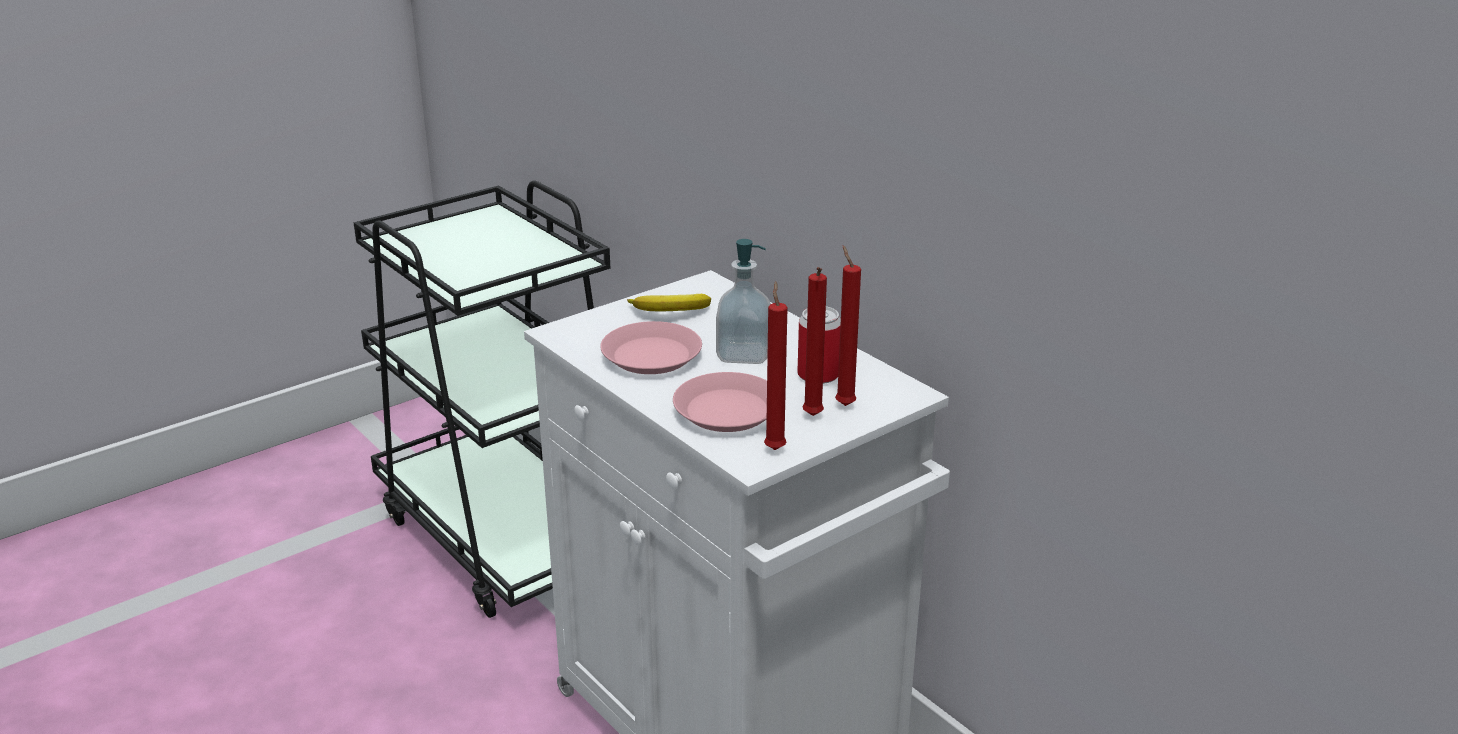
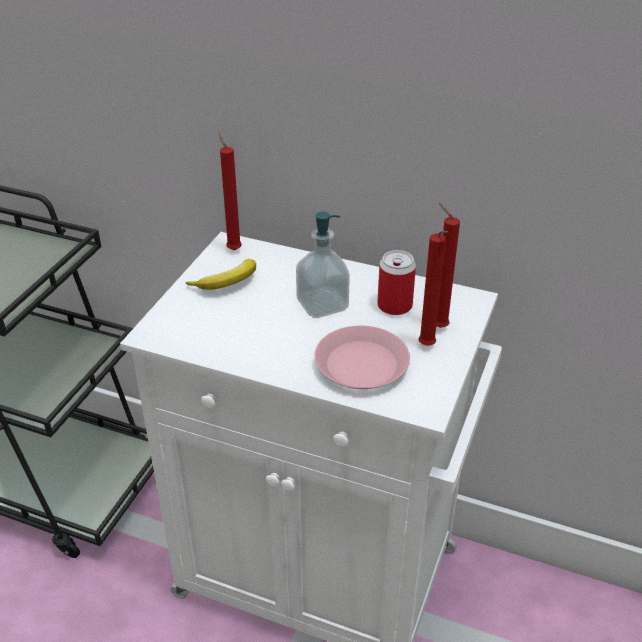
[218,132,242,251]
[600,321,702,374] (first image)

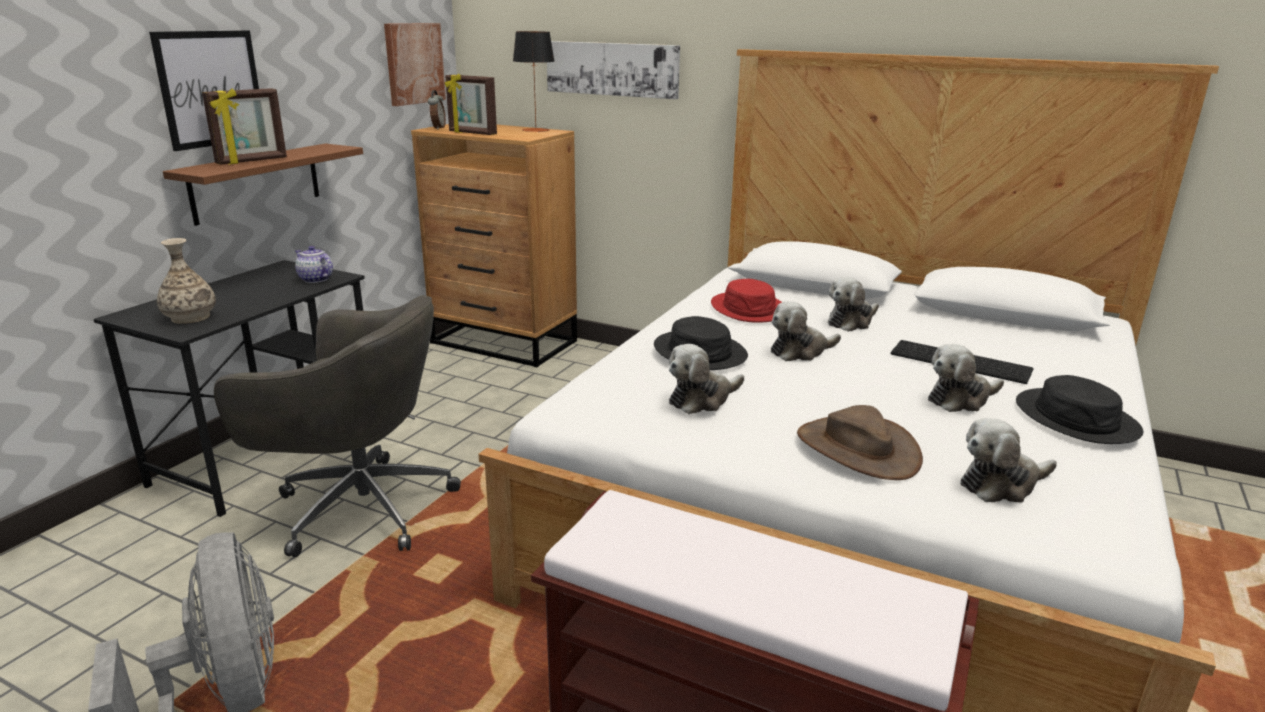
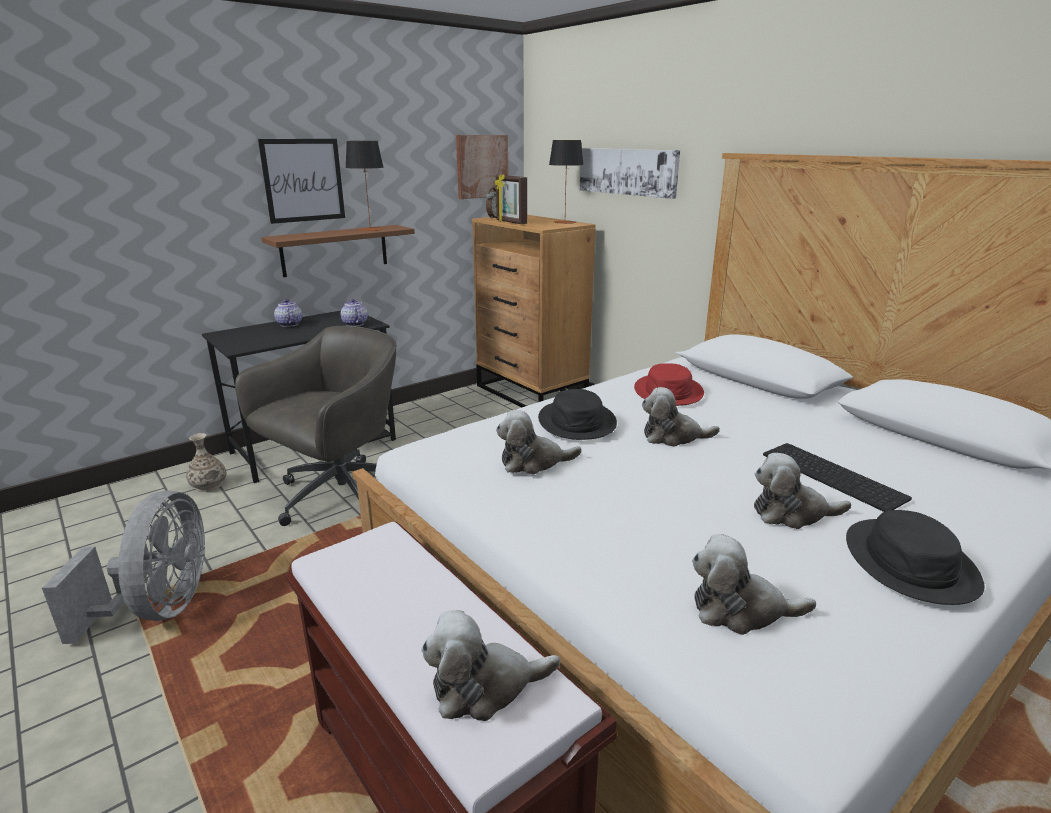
[186,433,226,492]
[235,326,396,526]
[274,299,302,327]
[345,141,384,231]
[421,610,560,721]
[202,88,287,165] (first image)
[797,405,923,480] (first image)

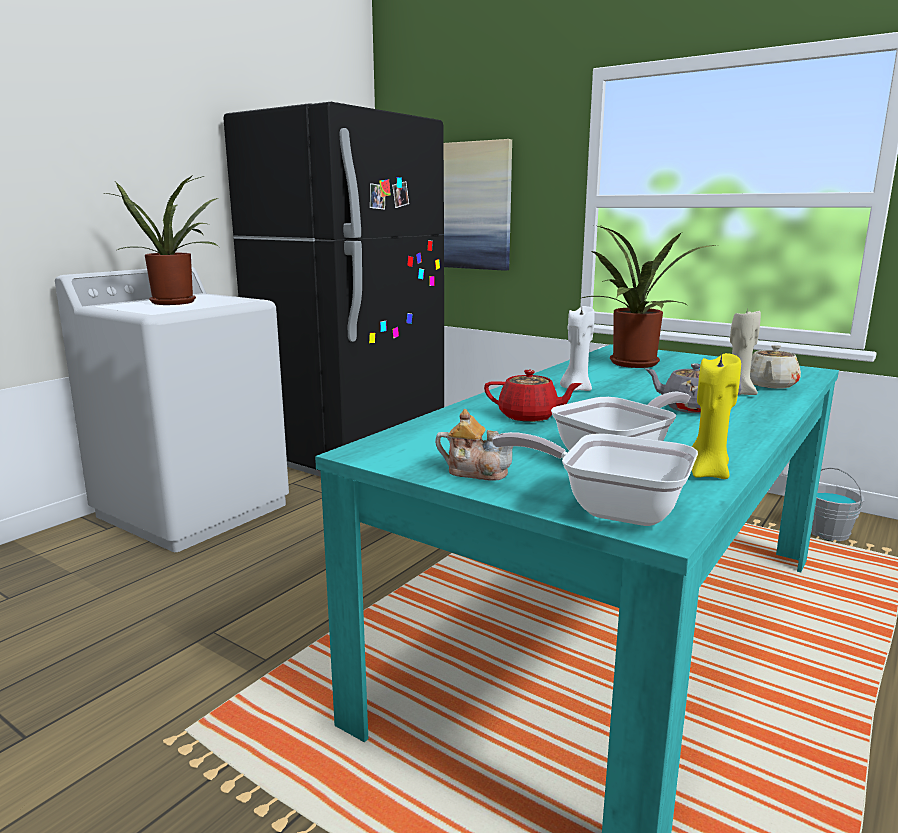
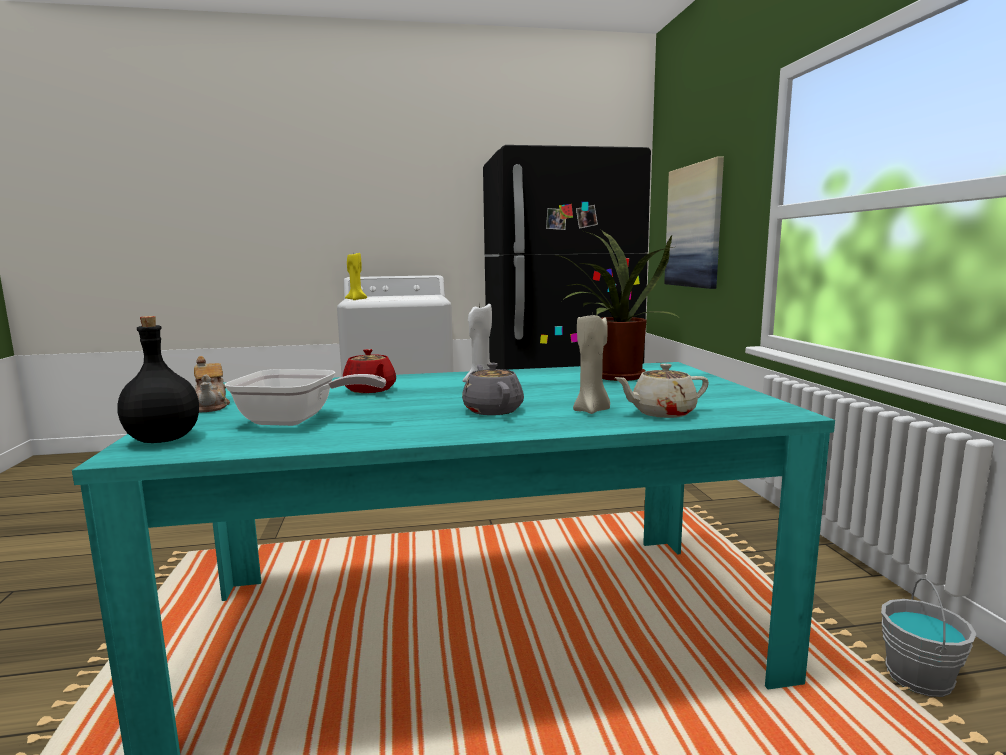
[117,316,199,443]
[345,253,367,300]
[105,175,219,305] (first image)

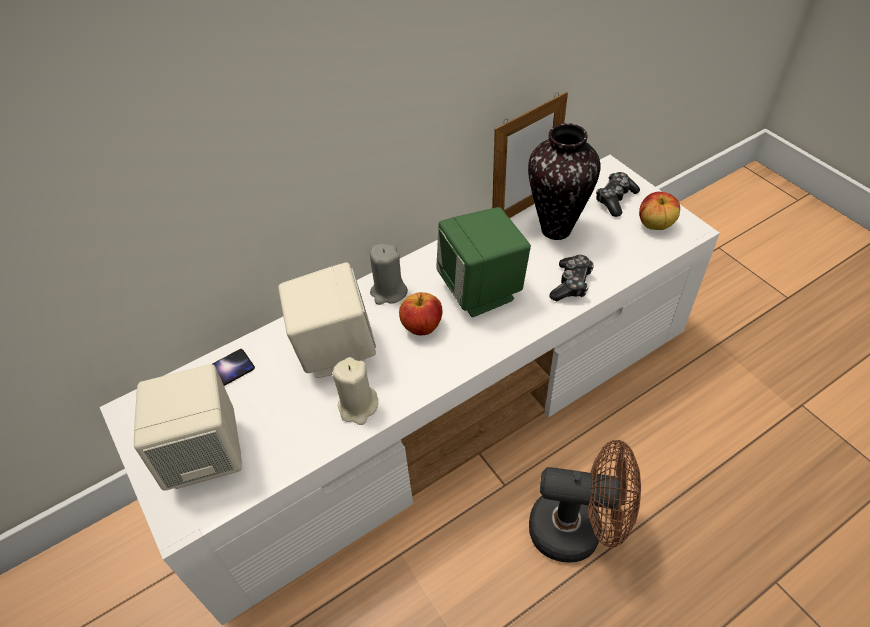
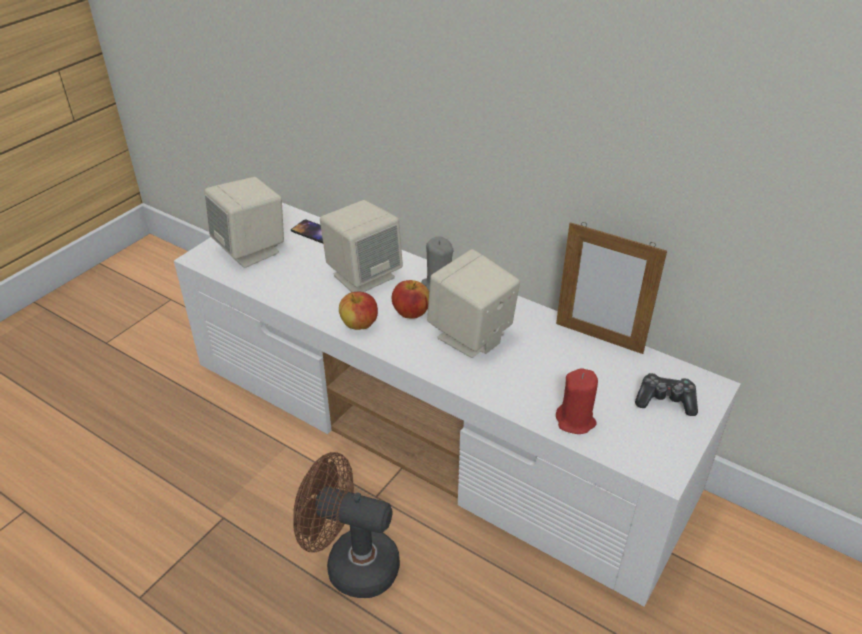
[293,452,400,598]
[339,292,378,330]
[427,249,520,358]
[556,369,598,434]
[333,357,378,425] (first image)
[528,123,600,240] (first image)
[550,255,594,301] (first image)

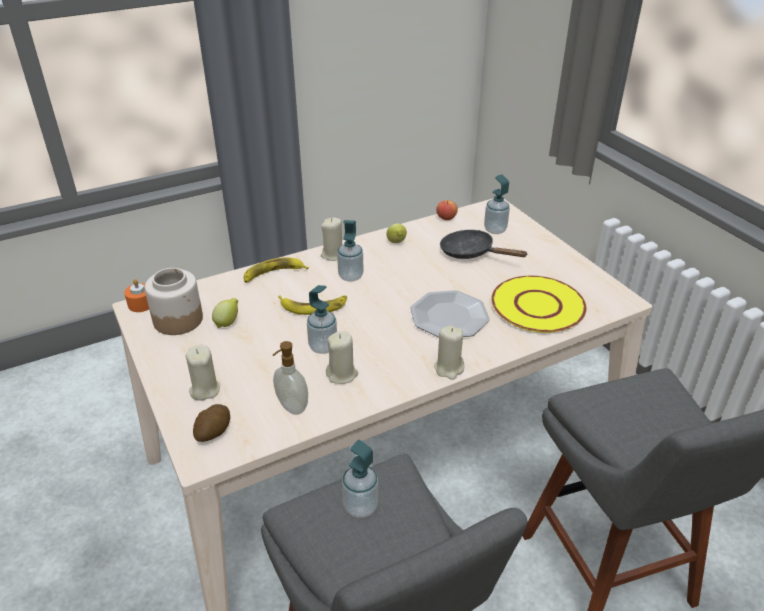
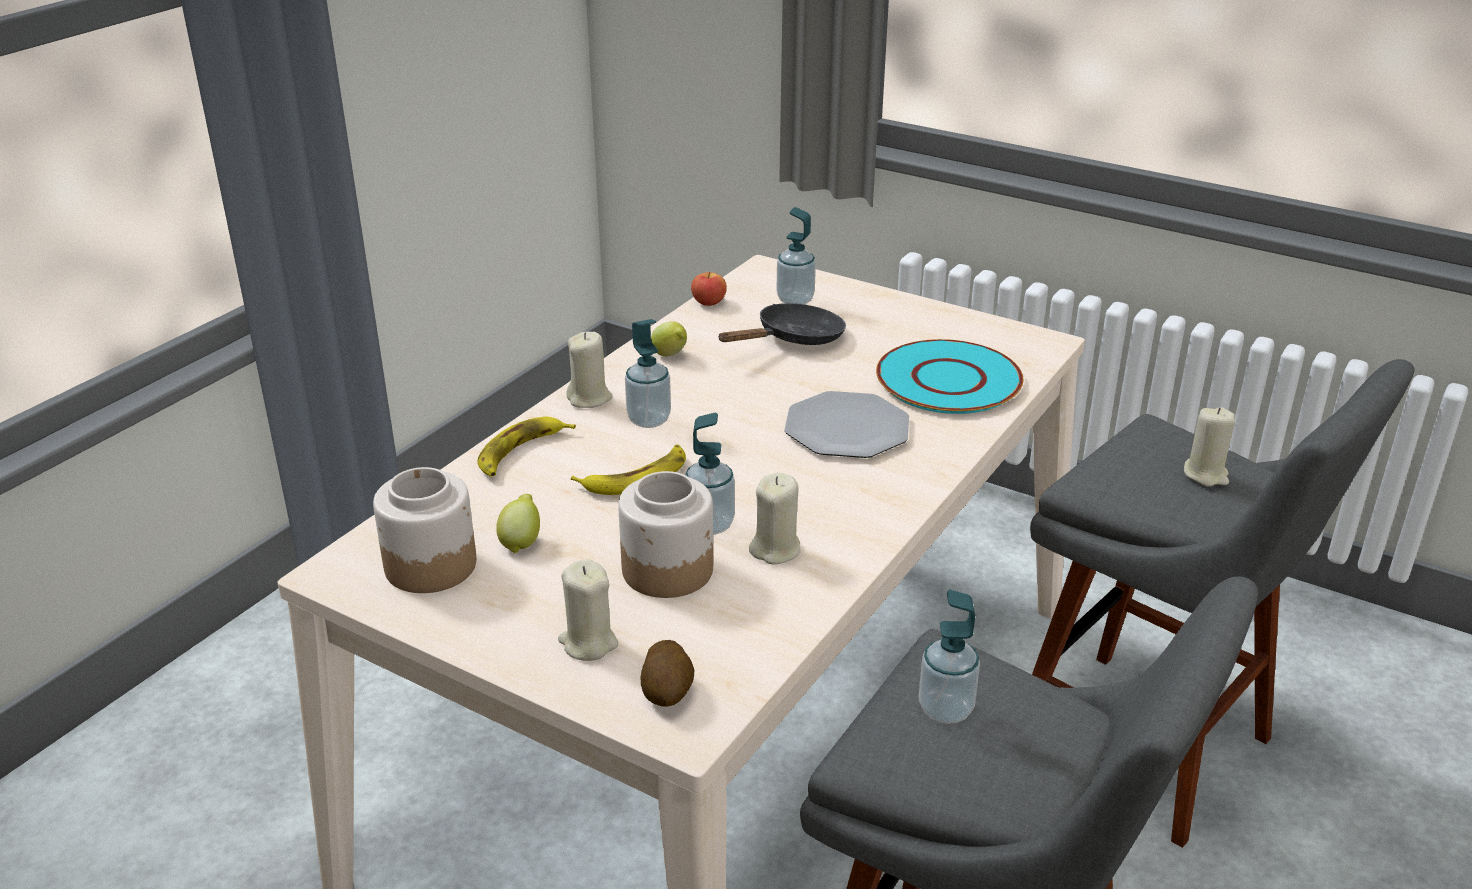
[618,471,713,598]
[718,303,846,345]
[876,339,1023,414]
[1184,407,1236,487]
[124,279,149,312] (first image)
[273,341,308,415] (first image)

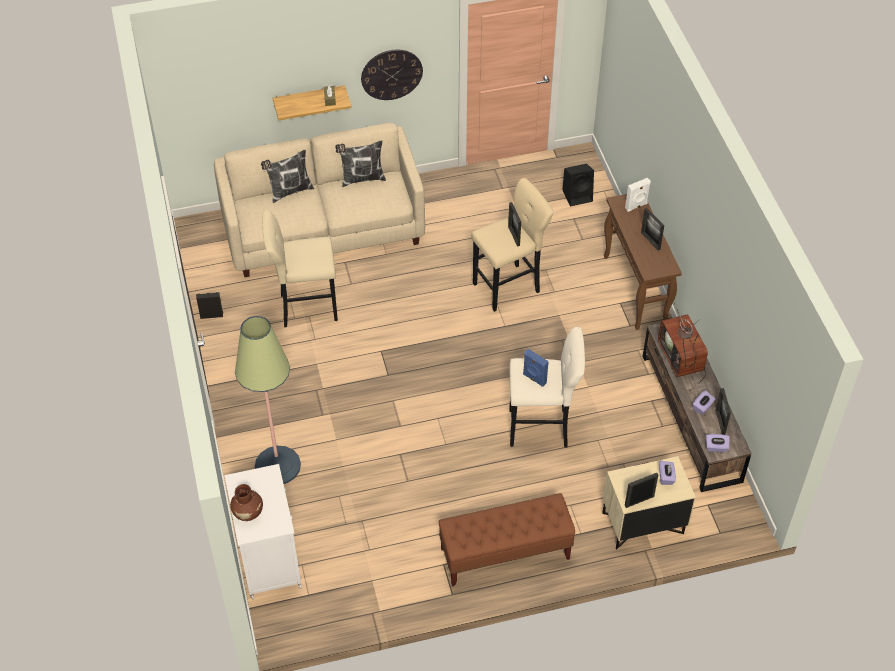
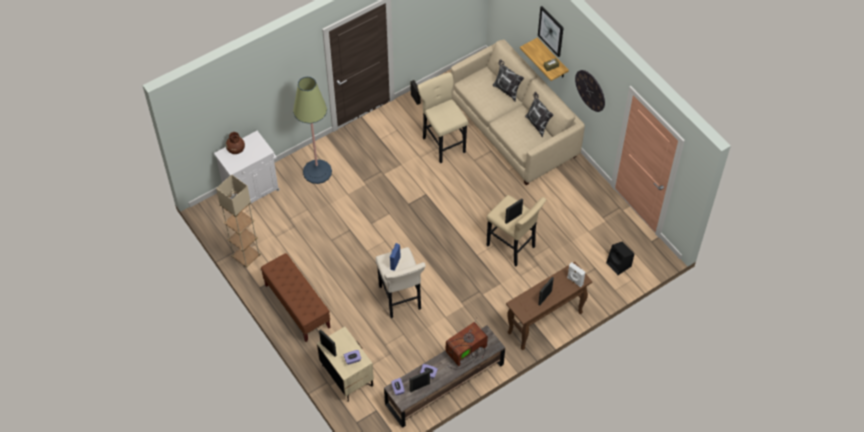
[216,174,261,268]
[538,6,563,57]

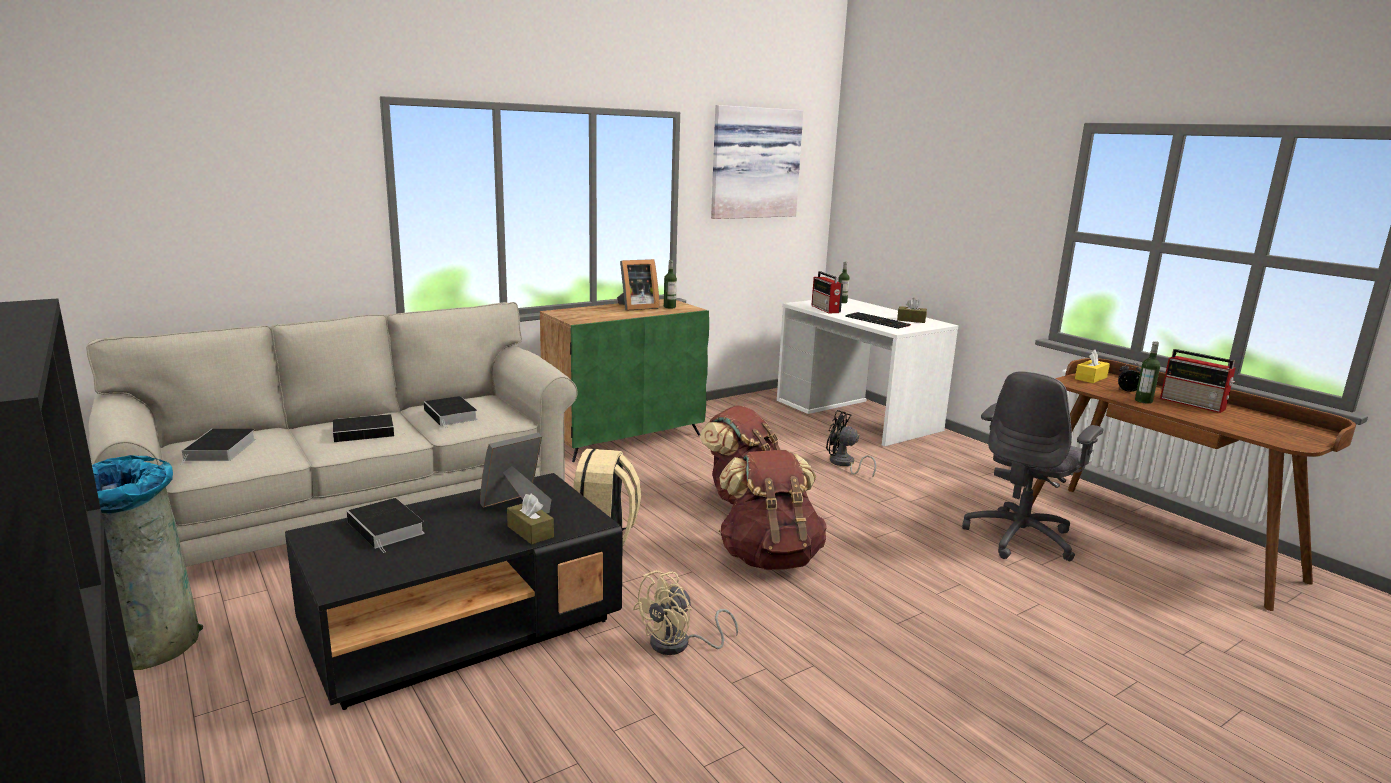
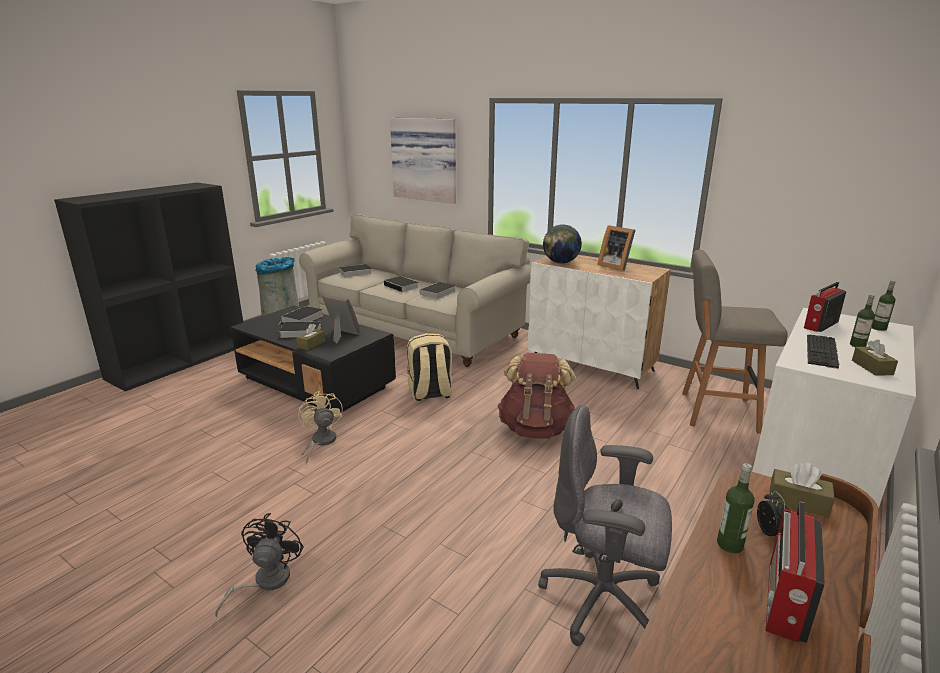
[215,513,304,617]
[279,321,321,338]
[298,391,343,464]
[390,118,456,204]
[528,255,671,389]
[543,225,582,264]
[682,250,787,434]
[770,463,835,517]
[850,294,875,347]
[719,450,827,570] (first image)

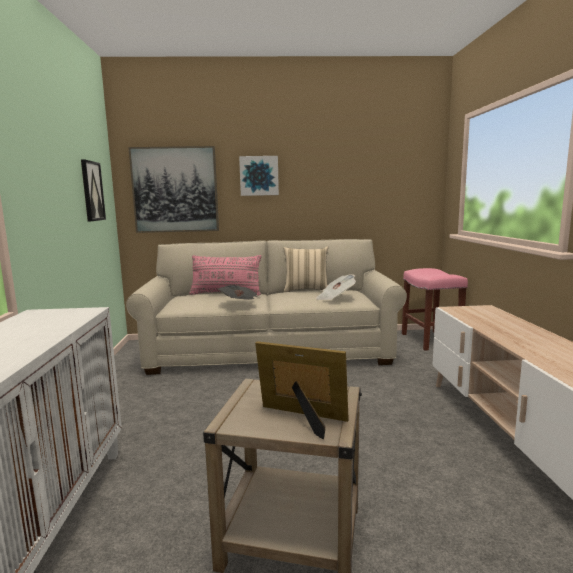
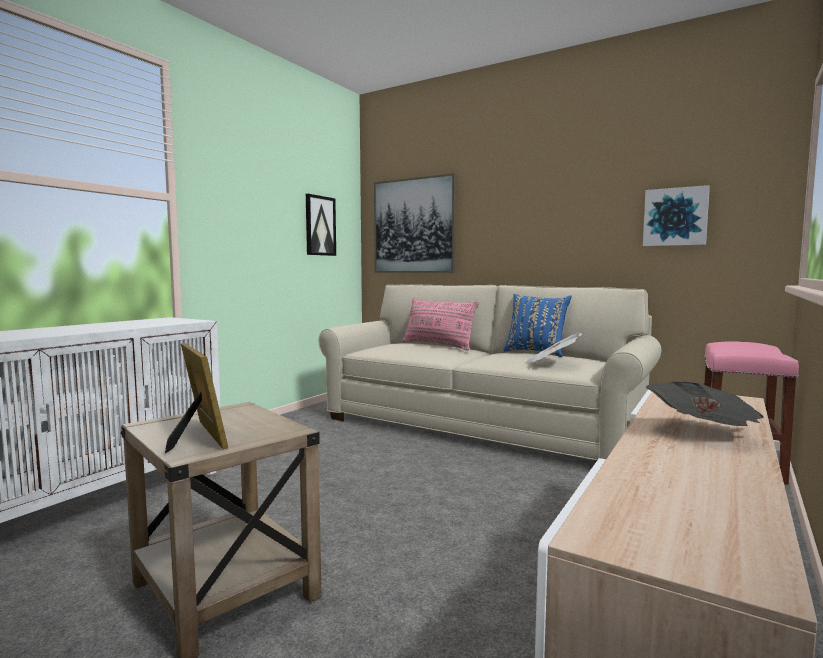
[503,294,572,357]
[643,185,710,246]
[646,381,763,426]

